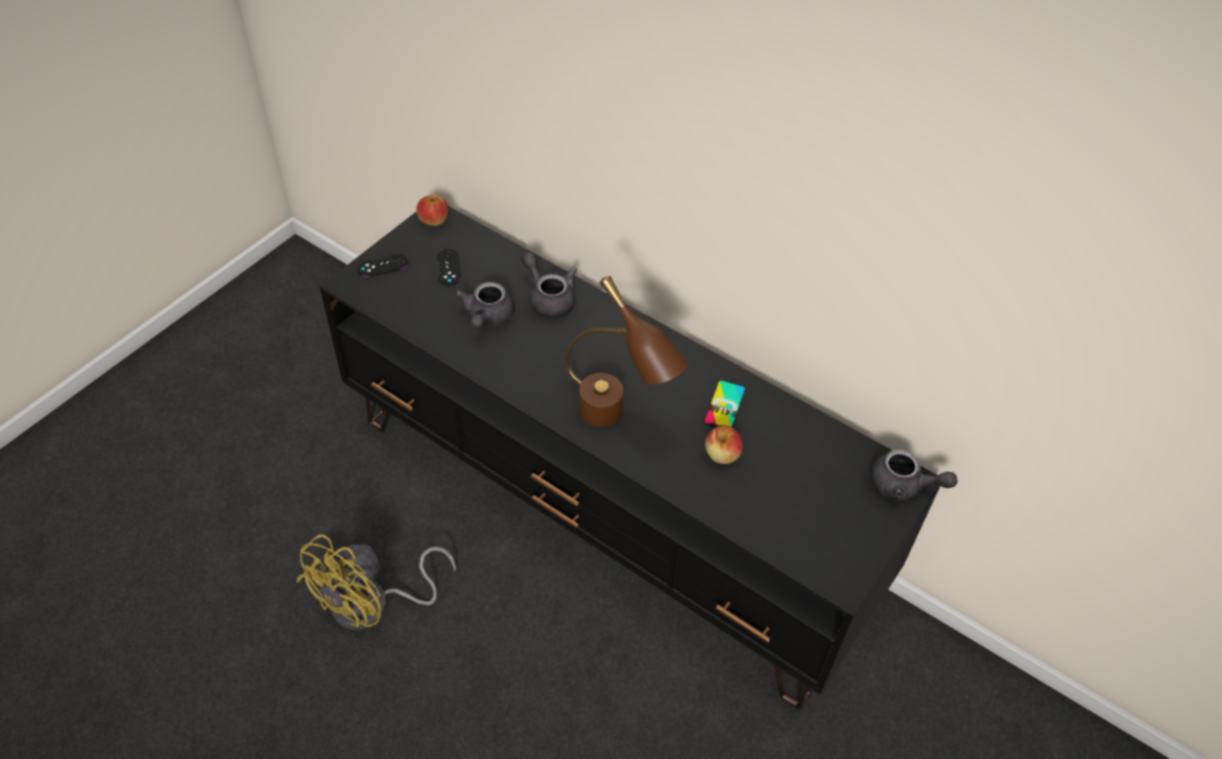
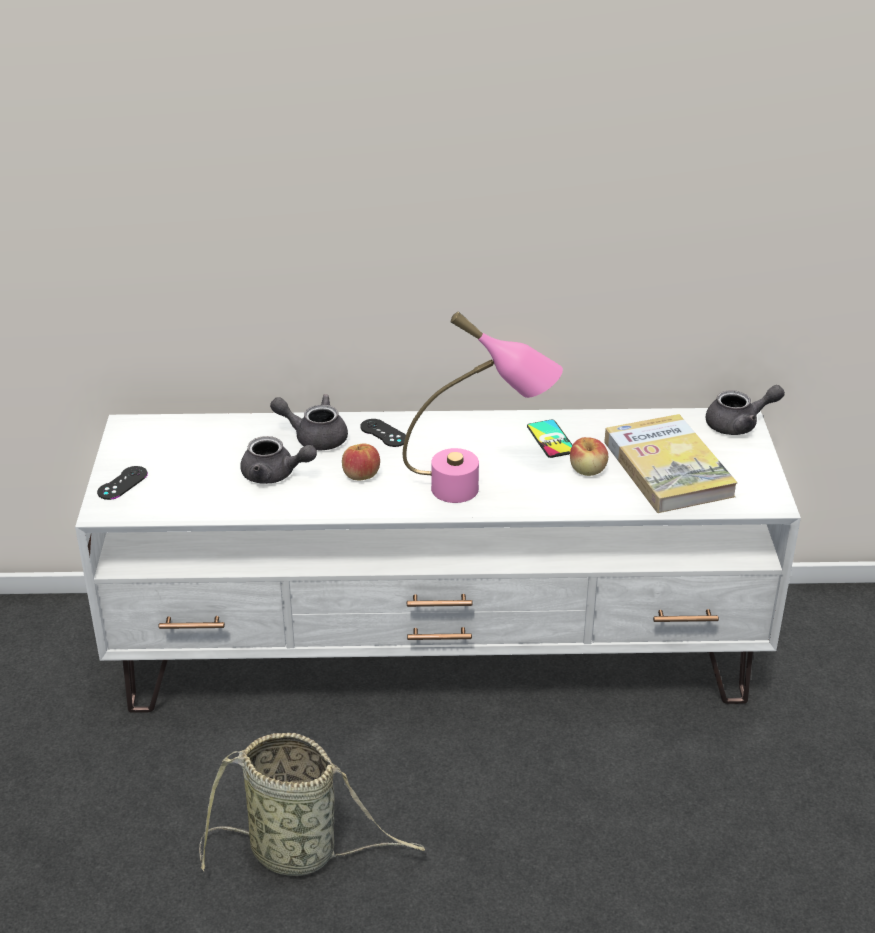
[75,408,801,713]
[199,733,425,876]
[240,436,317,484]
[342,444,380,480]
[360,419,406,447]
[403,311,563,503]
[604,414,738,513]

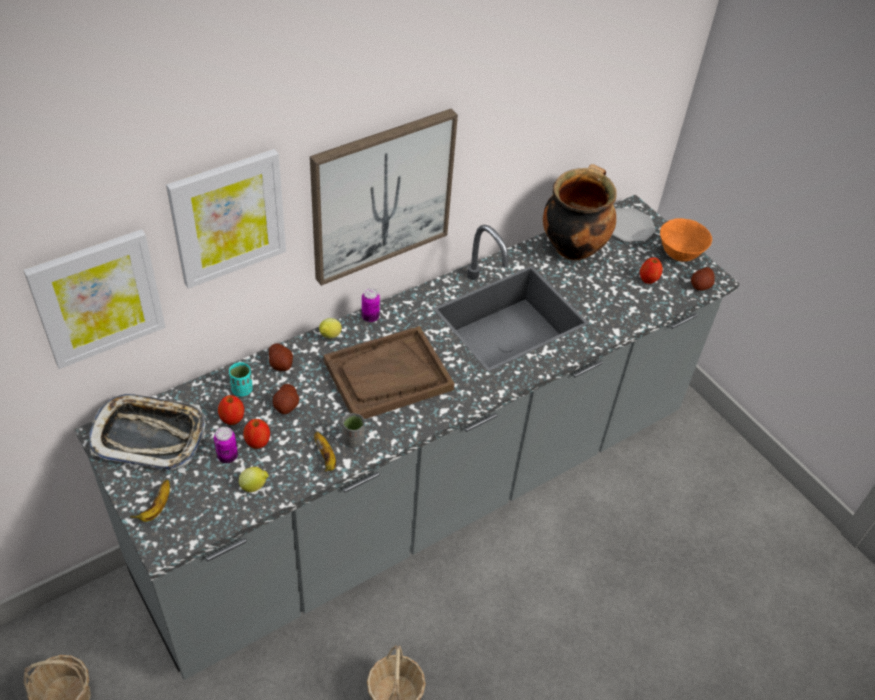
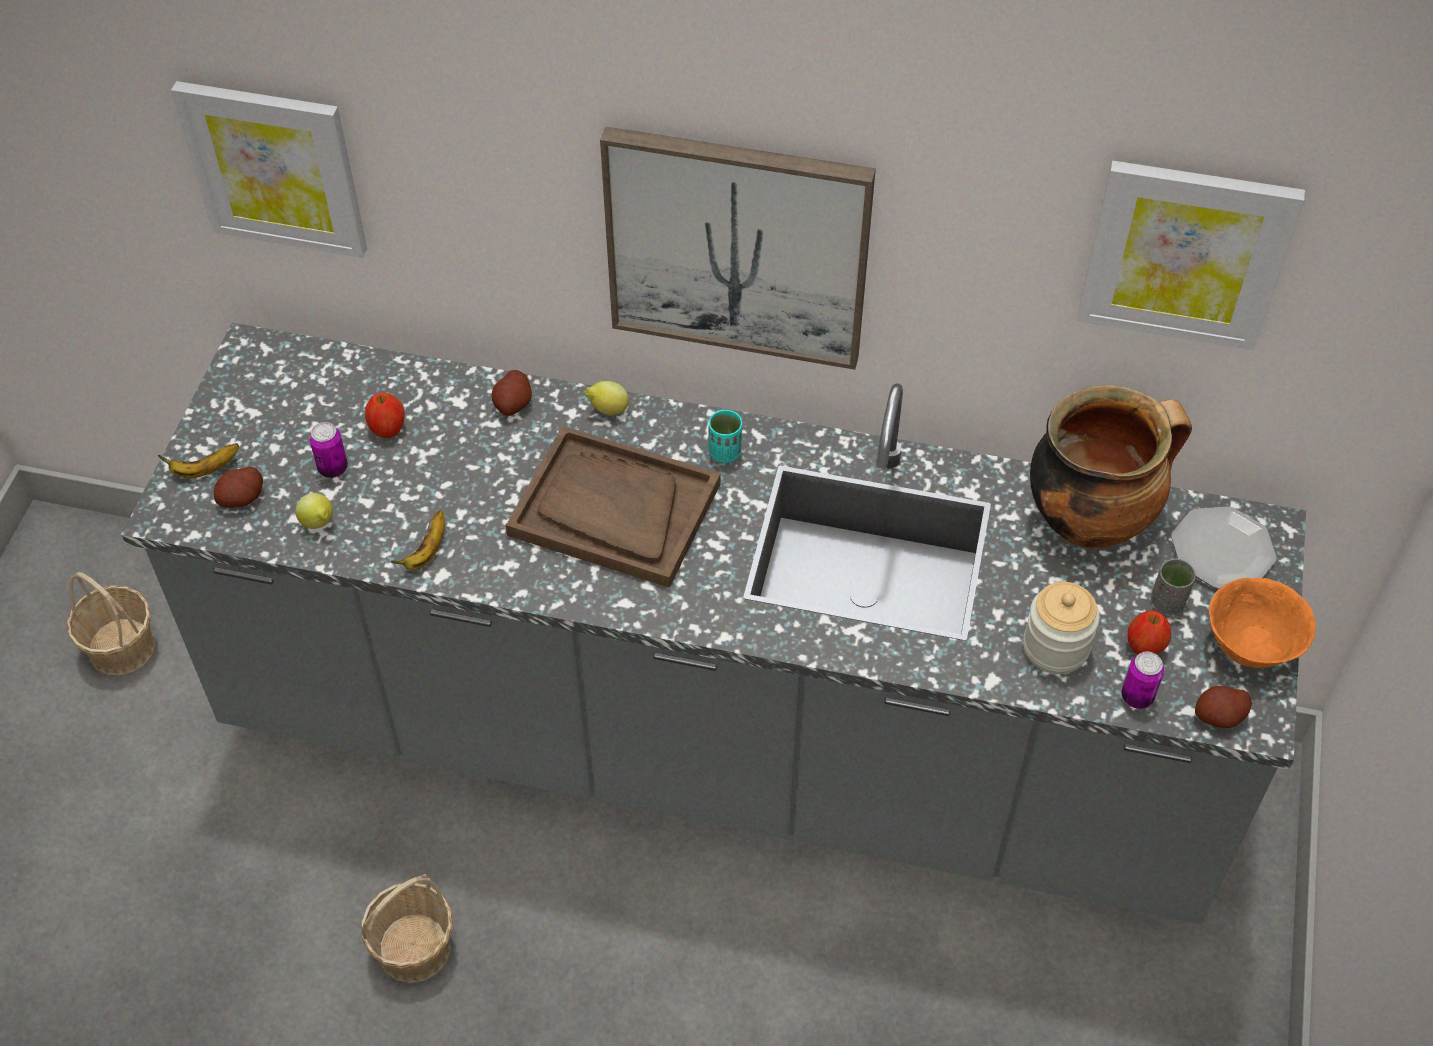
[214,466,263,508]
[708,409,742,463]
[1023,582,1100,674]
[1077,161,1305,350]
[1121,652,1164,709]
[1151,559,1196,614]
[89,394,206,470] (first image)
[243,419,270,449] (first image)

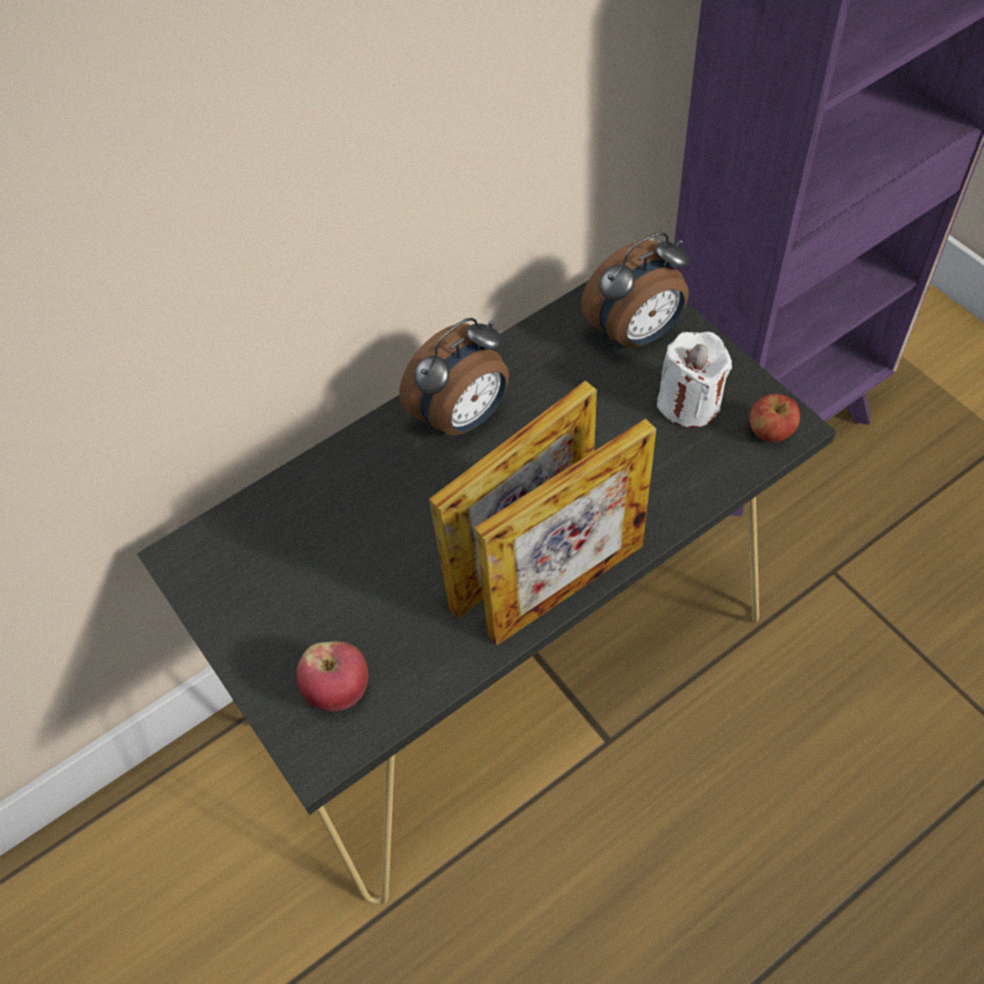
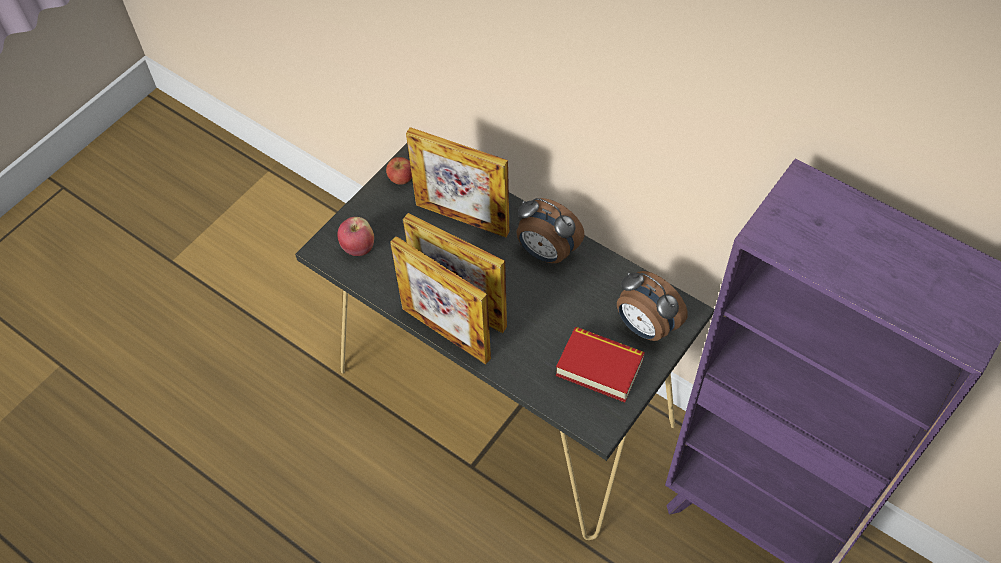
[386,157,412,185]
[406,127,509,237]
[556,327,645,402]

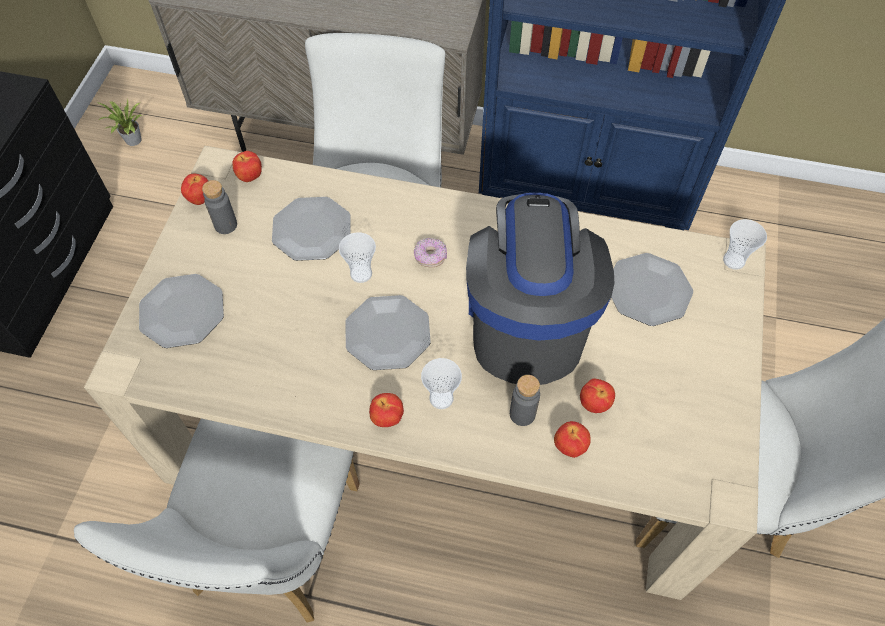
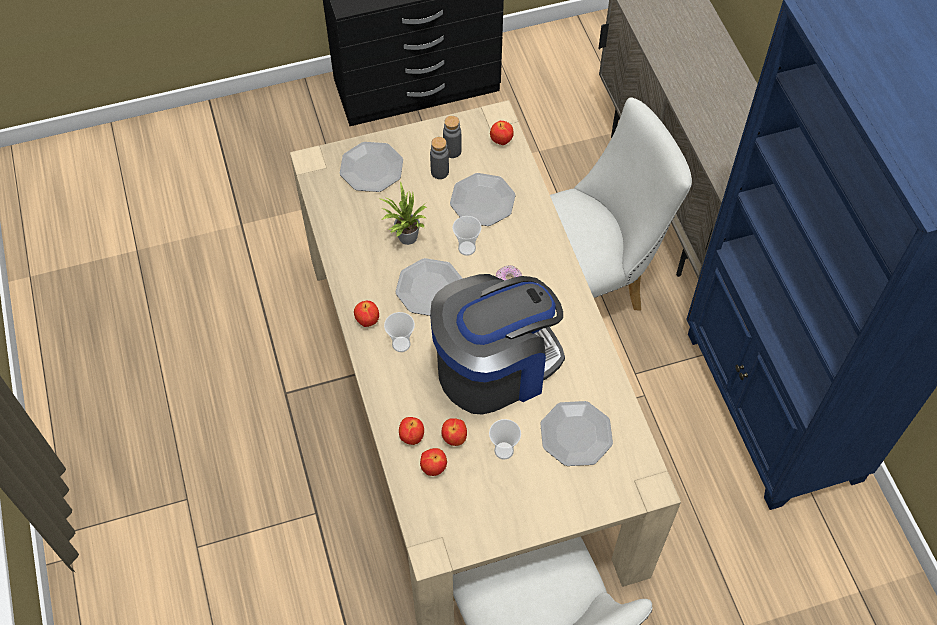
[378,181,427,245]
[420,448,447,476]
[430,137,449,179]
[489,419,521,460]
[74,419,359,623] (first image)

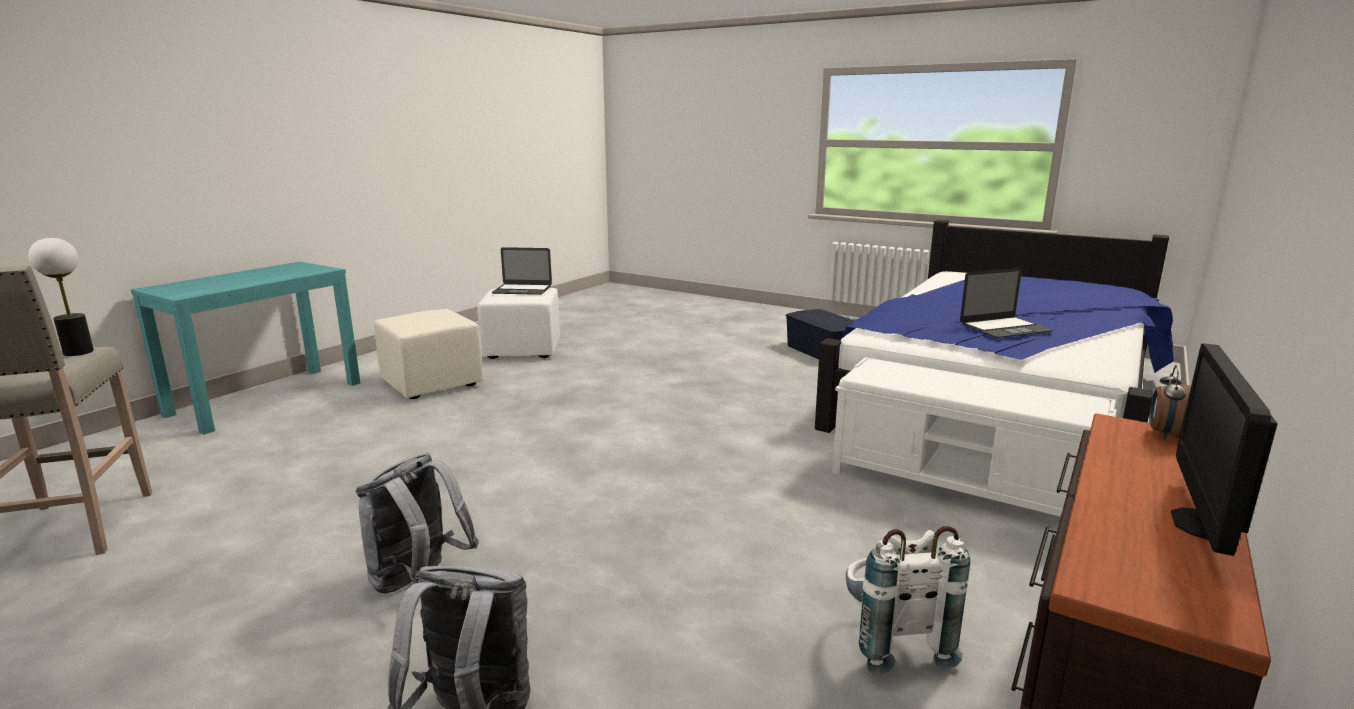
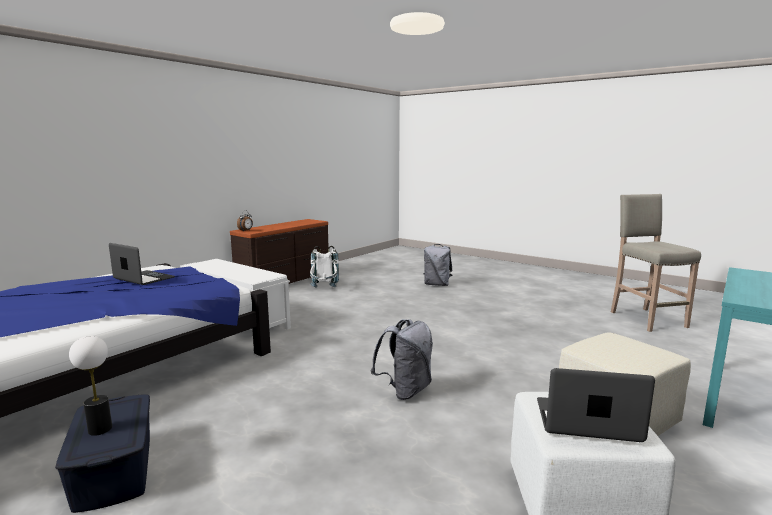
[69,336,112,436]
[109,243,175,285]
[371,319,433,400]
[1171,343,1278,556] (first image)

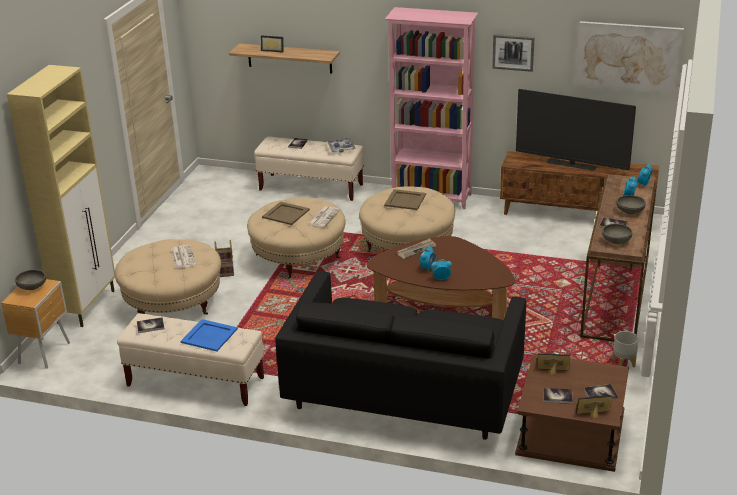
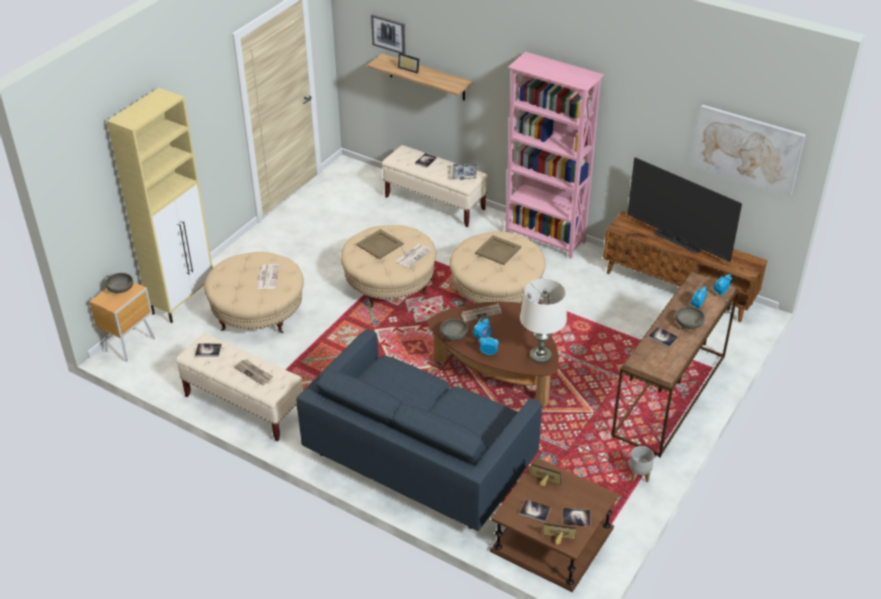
[234,359,273,385]
[296,329,542,531]
[371,14,405,54]
[440,319,468,341]
[520,279,567,364]
[214,240,234,277] (first image)

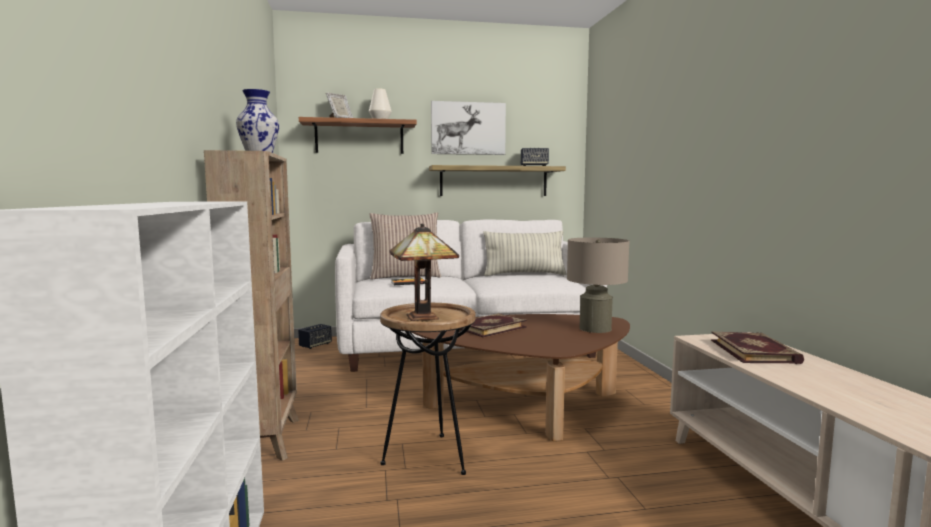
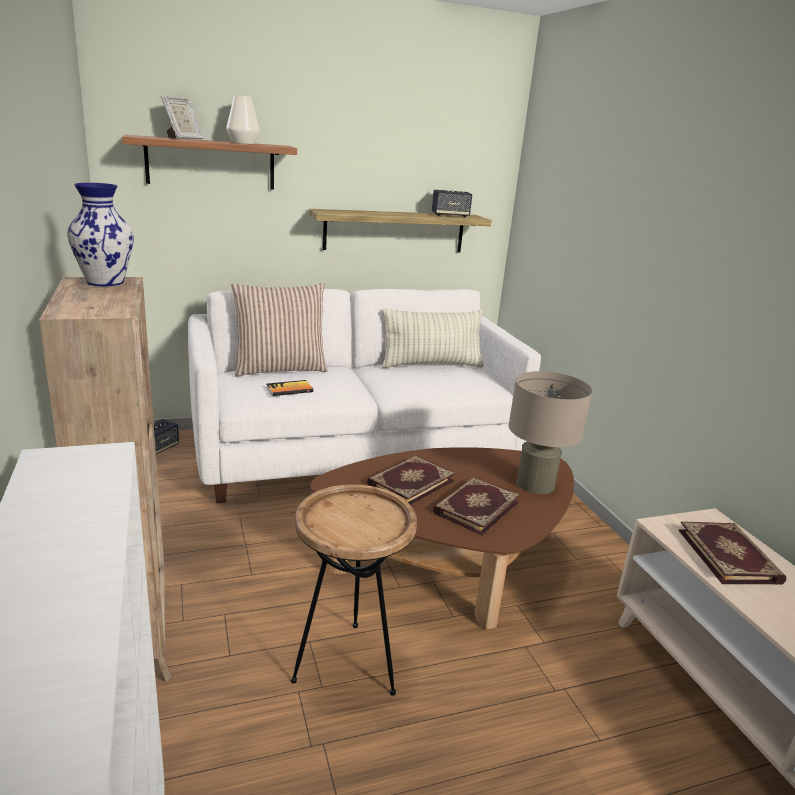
[433,477,520,536]
[389,223,459,321] (first image)
[431,101,506,155] (first image)

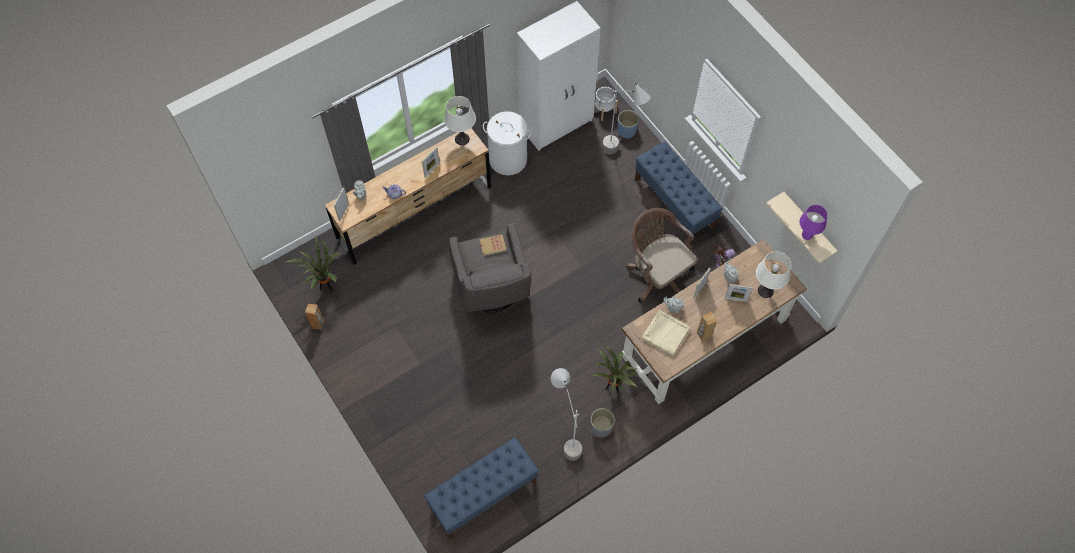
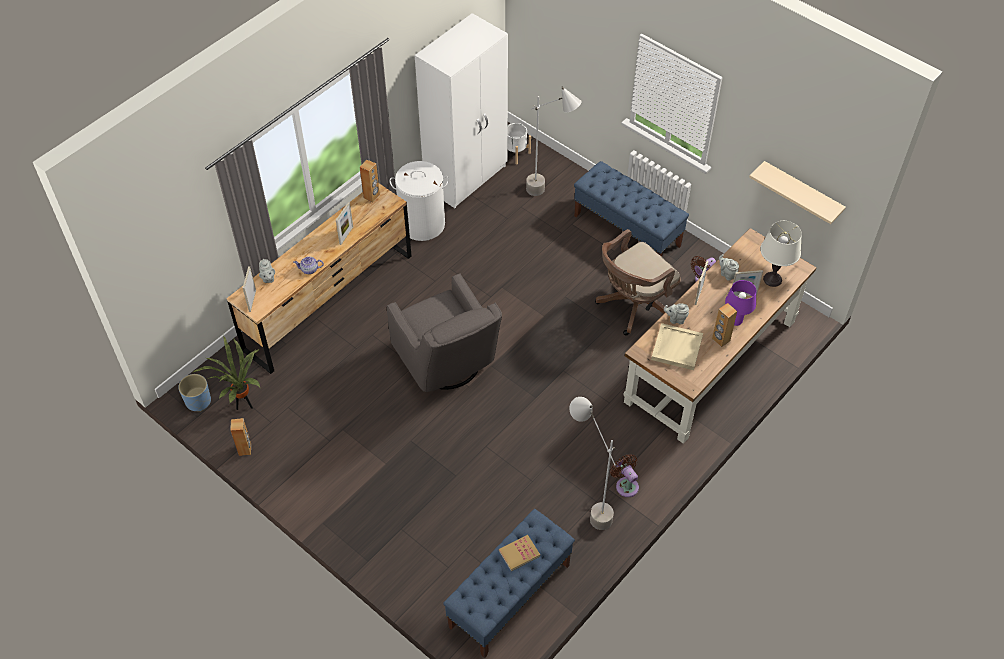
[178,374,211,412]
[360,159,380,202]
[499,535,540,571]
[595,229,681,336]
[610,454,639,497]
[725,280,756,326]
[592,346,638,393] (first image)

